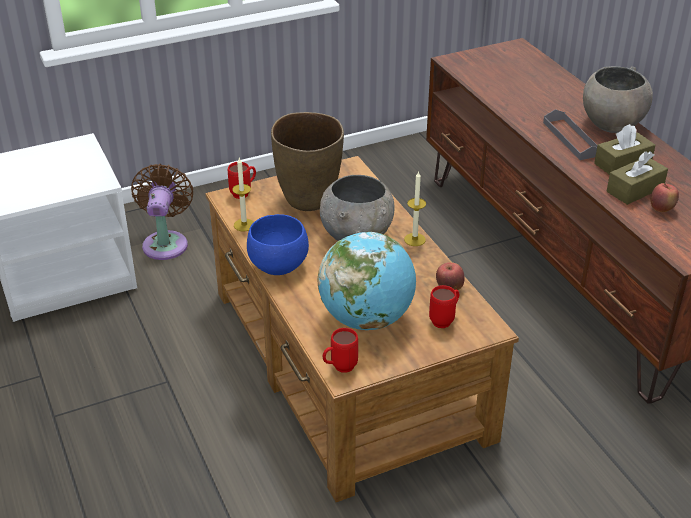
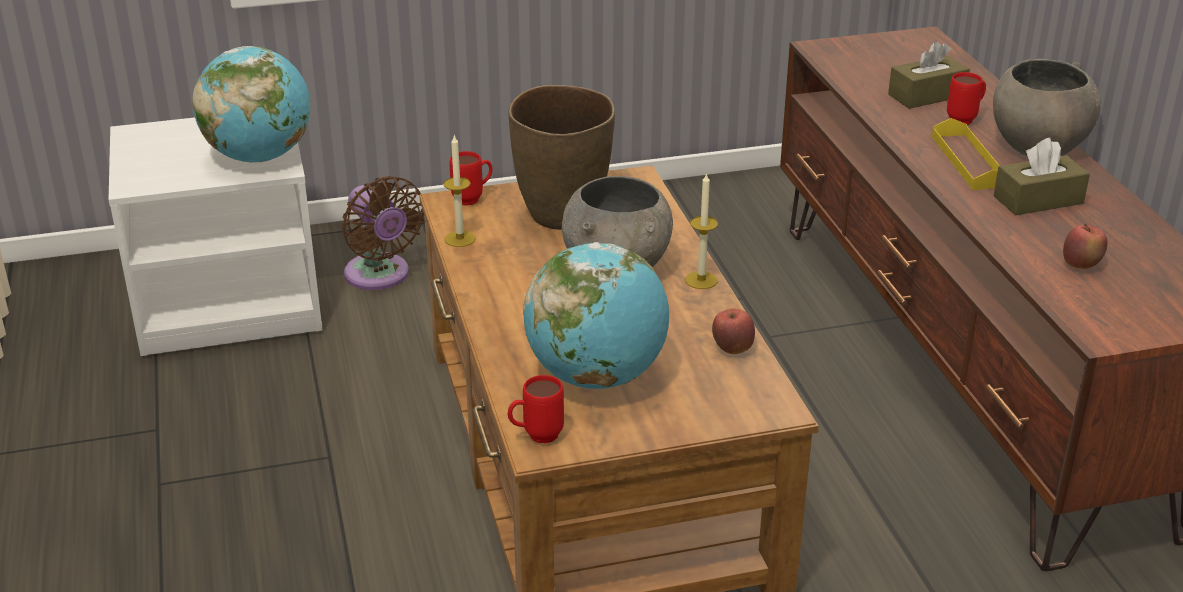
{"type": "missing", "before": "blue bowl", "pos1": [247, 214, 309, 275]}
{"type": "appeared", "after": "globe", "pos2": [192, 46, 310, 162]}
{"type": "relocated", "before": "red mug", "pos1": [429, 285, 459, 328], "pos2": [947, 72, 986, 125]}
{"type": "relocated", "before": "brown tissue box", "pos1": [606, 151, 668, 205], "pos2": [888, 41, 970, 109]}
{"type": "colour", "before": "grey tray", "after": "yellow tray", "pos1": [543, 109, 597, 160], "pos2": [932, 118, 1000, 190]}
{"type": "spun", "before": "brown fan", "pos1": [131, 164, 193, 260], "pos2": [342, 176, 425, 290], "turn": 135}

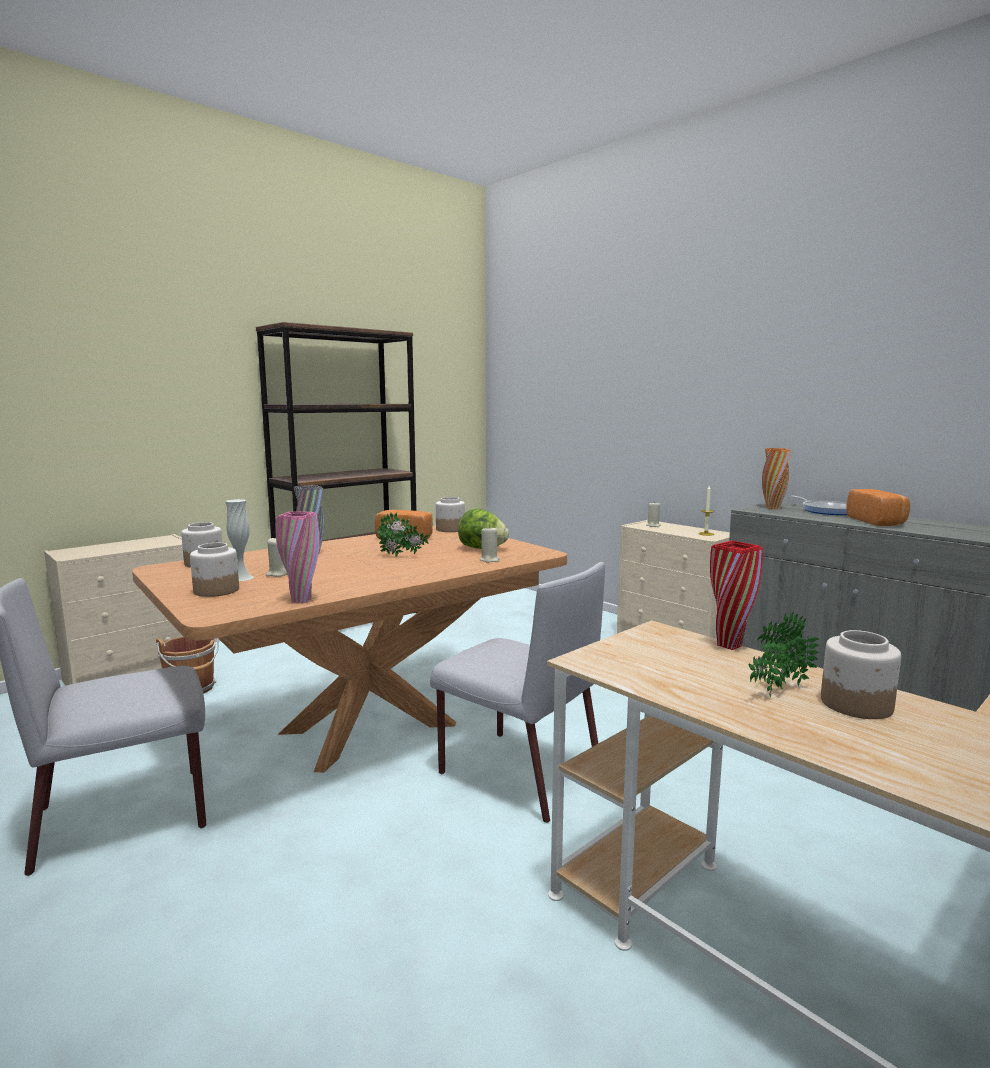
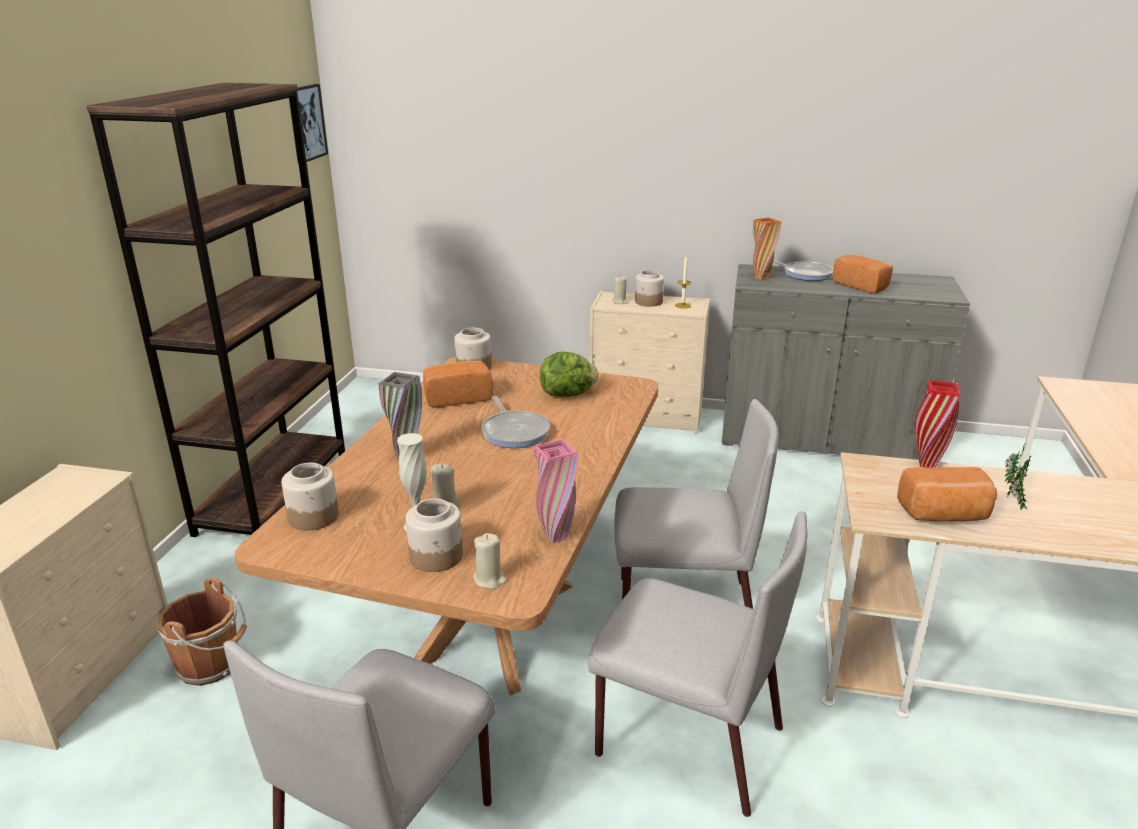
{"type": "appeared", "after": "picture", "pos2": [289, 84, 328, 162]}
{"type": "appeared", "after": "grey chair", "pos2": [588, 511, 808, 817]}
{"type": "appeared", "after": "bread", "pos2": [897, 467, 997, 521]}
{"type": "relocated", "before": "beige candle", "pos1": [480, 526, 500, 562], "pos2": [473, 533, 507, 589]}
{"type": "relocated", "before": "jar", "pos1": [821, 630, 901, 719], "pos2": [635, 270, 664, 307]}
{"type": "exchanged", "before": "potted plant", "after": "frying pan", "pos1": [377, 512, 429, 557], "pos2": [482, 396, 550, 448]}

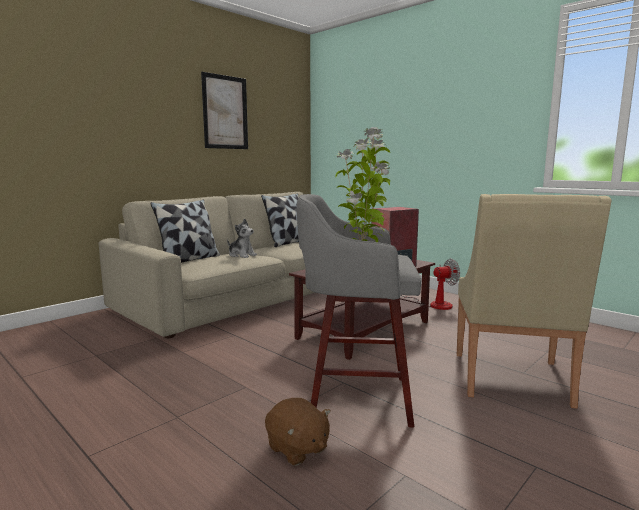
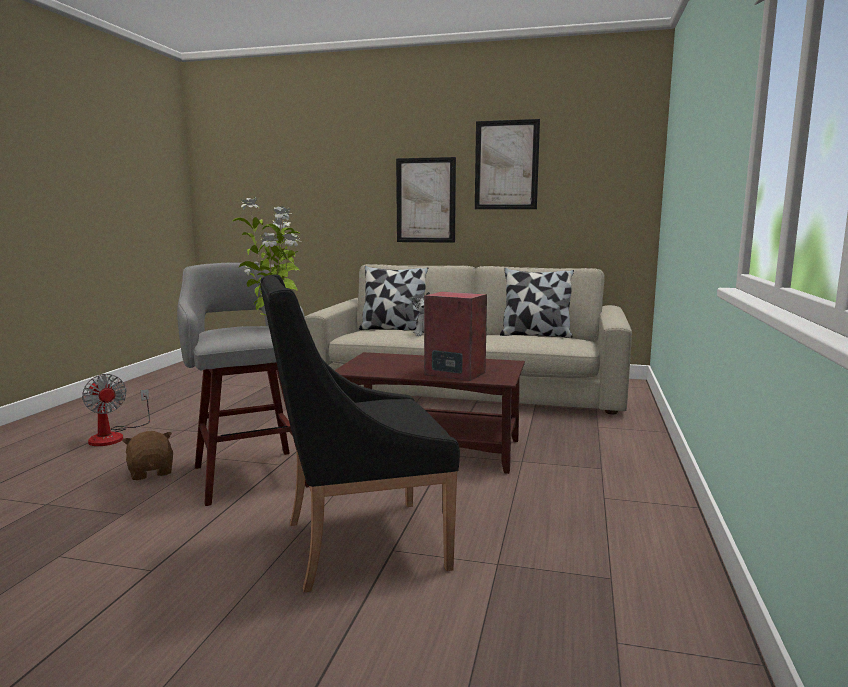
{"type": "appeared", "after": "picture", "pos2": [396, 157, 456, 243]}
{"type": "relocated", "before": "fan", "pos1": [401, 258, 460, 310], "pos2": [82, 374, 150, 446]}
{"type": "colour", "before": "beige armchair", "after": "black armchair", "pos1": [457, 194, 611, 409], "pos2": [261, 275, 460, 592]}
{"type": "spun", "before": "brown plush toy", "pos1": [265, 398, 331, 466], "pos2": [122, 431, 173, 480], "turn": 135}

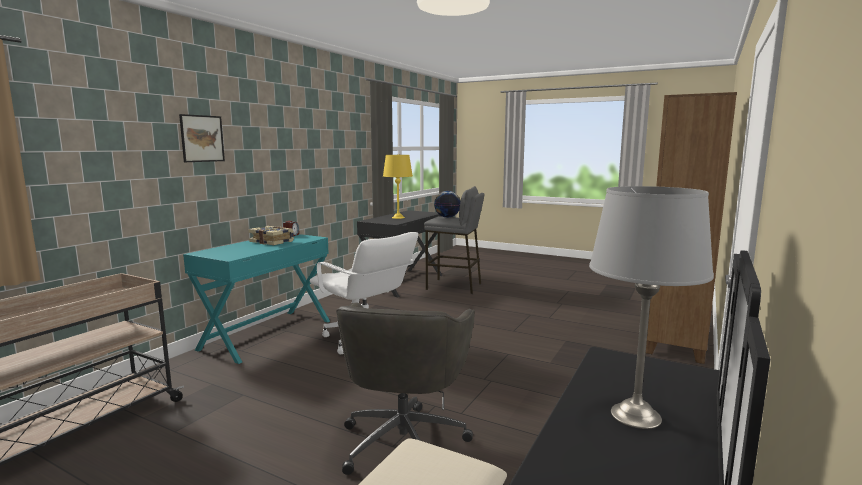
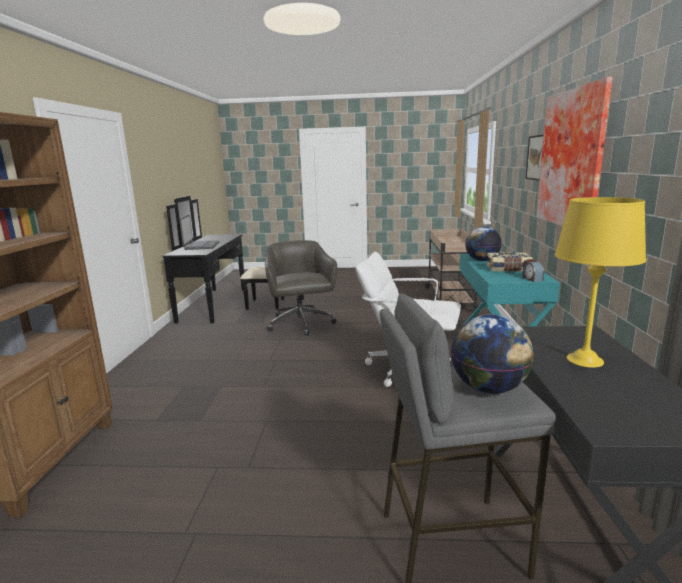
{"type": "appeared", "after": "globe", "pos2": [465, 226, 502, 261]}
{"type": "appeared", "after": "picture", "pos2": [536, 77, 613, 226]}
{"type": "exchanged", "before": "grey table lamp", "after": "laptop", "pos1": [589, 186, 714, 429], "pos2": [179, 215, 220, 250]}

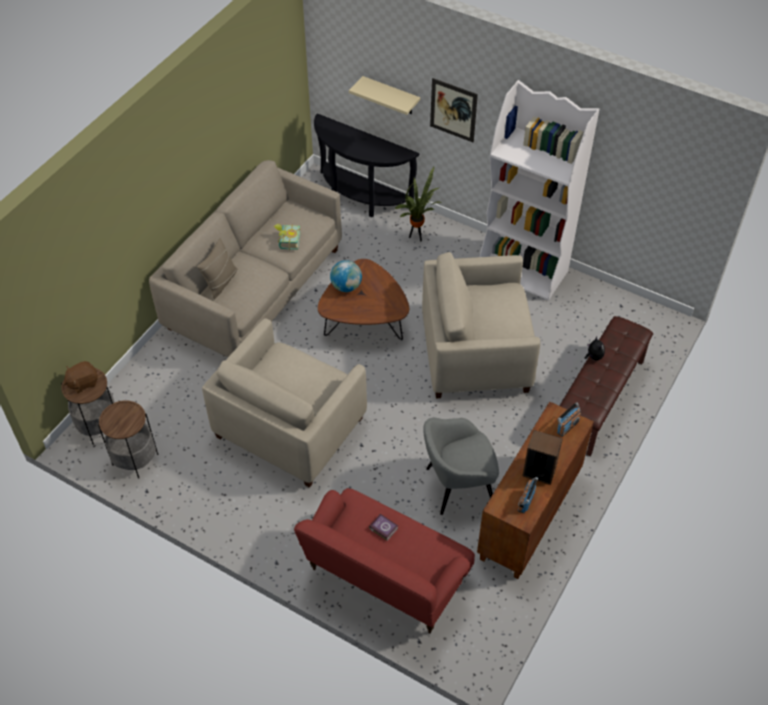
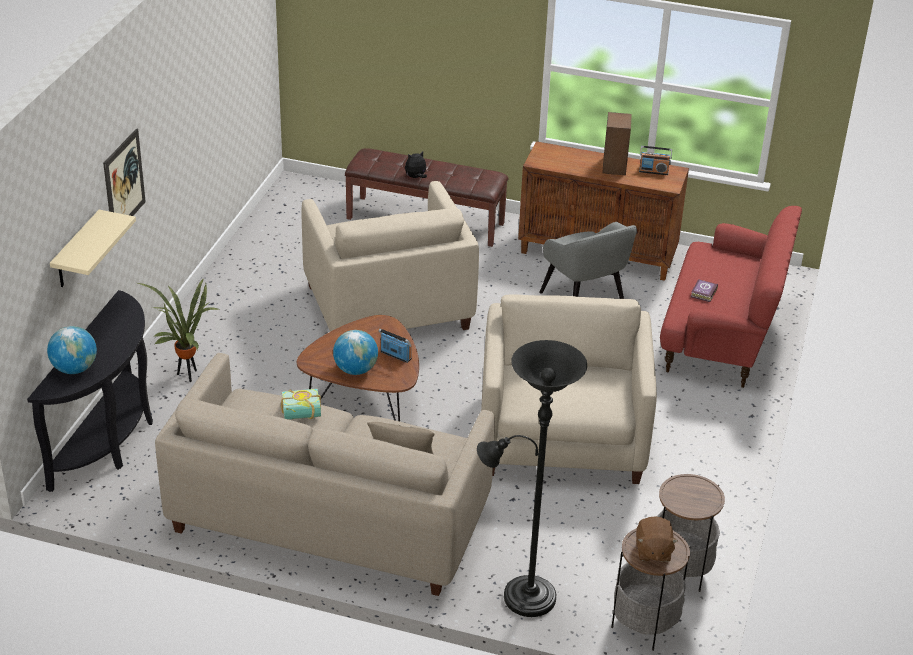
{"type": "missing", "before": "white bookcase", "pos1": [480, 80, 599, 300]}
{"type": "appeared", "after": "globe", "pos2": [47, 326, 97, 374]}
{"type": "appeared", "after": "black floor lamp", "pos2": [477, 340, 587, 617]}
{"type": "relocated", "before": "radio", "pos1": [557, 402, 581, 437], "pos2": [378, 329, 412, 363]}
{"type": "spun", "before": "brown plush toy", "pos1": [64, 361, 98, 393], "pos2": [636, 516, 678, 562], "turn": 45}
{"type": "spun", "before": "beige armchair", "pos1": [202, 318, 367, 488], "pos2": [481, 295, 657, 484], "turn": -105}

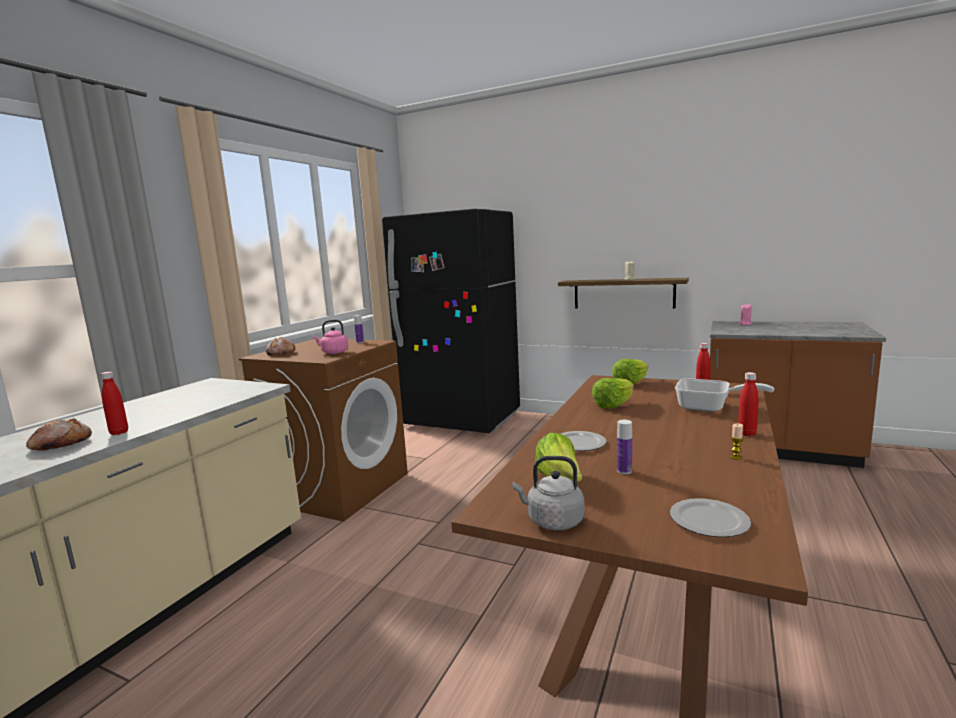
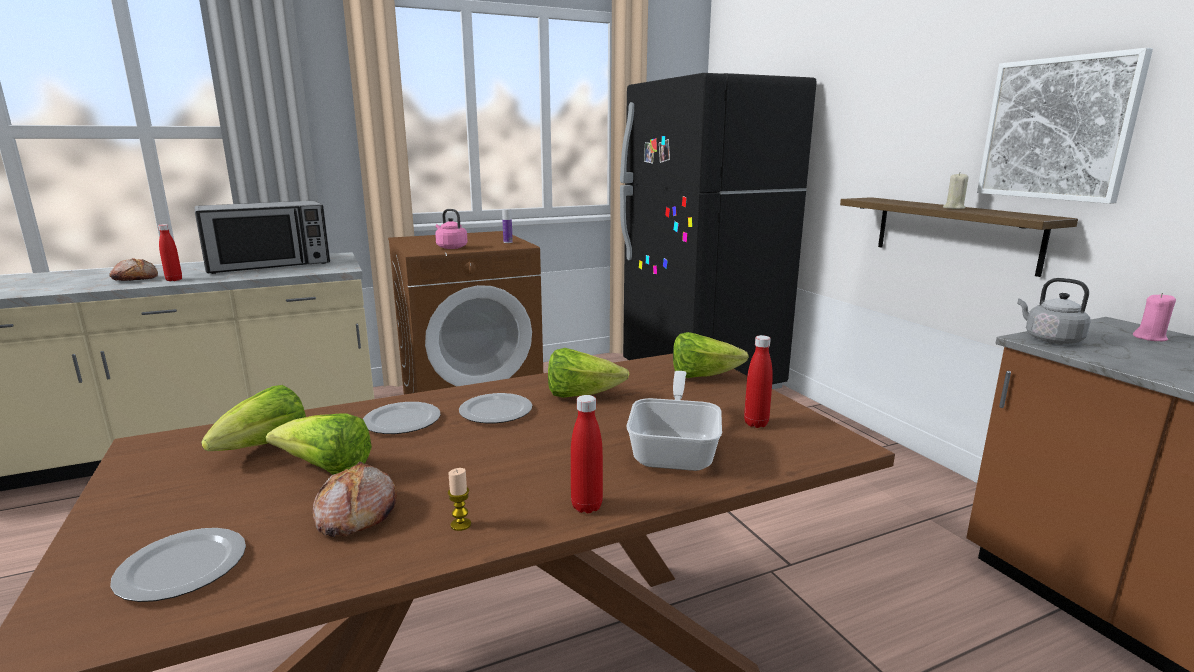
{"type": "appeared", "after": "microwave", "pos2": [195, 201, 330, 274]}
{"type": "appeared", "after": "plate", "pos2": [459, 393, 532, 423]}
{"type": "appeared", "after": "picture", "pos2": [977, 48, 1153, 204]}
{"type": "relocated", "before": "bread", "pos1": [266, 337, 295, 356], "pos2": [313, 461, 397, 537]}
{"type": "relocated", "before": "grey kettle", "pos1": [512, 456, 585, 530], "pos2": [1017, 278, 1091, 344]}
{"type": "exchanged", "before": "bottle", "after": "lettuce", "pos1": [617, 420, 632, 474], "pos2": [266, 414, 372, 475]}
{"type": "spun", "before": "frying pan", "pos1": [675, 378, 774, 412], "pos2": [626, 371, 722, 471], "turn": -150}

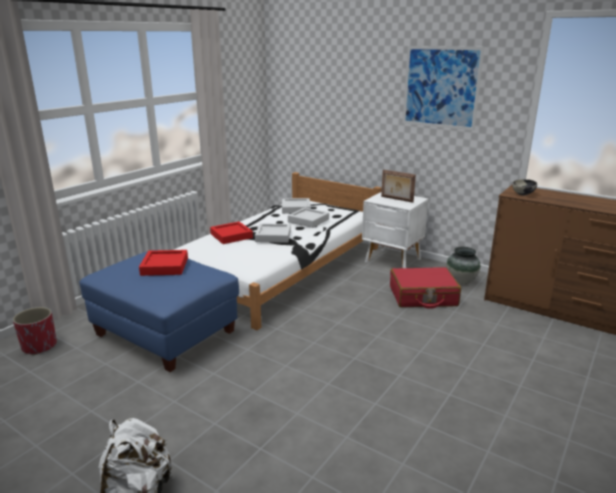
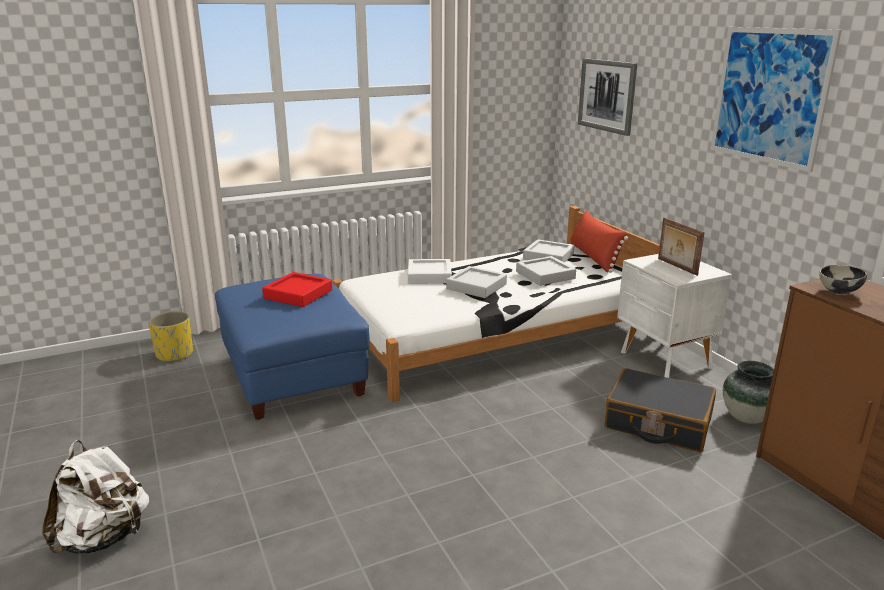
{"type": "appeared", "after": "red pillow", "pos2": [570, 210, 628, 273]}
{"type": "appeared", "after": "picture", "pos2": [578, 58, 637, 136]}
{"type": "colour", "before": "red planter", "after": "yellow planter", "pos1": [13, 307, 57, 355], "pos2": [148, 311, 193, 362]}
{"type": "colour", "before": "red tray", "after": "white tray", "pos1": [210, 222, 253, 244], "pos2": [408, 259, 452, 284]}
{"type": "colour", "before": "red suitcase", "after": "black suitcase", "pos1": [390, 267, 461, 309], "pos2": [605, 368, 716, 452]}

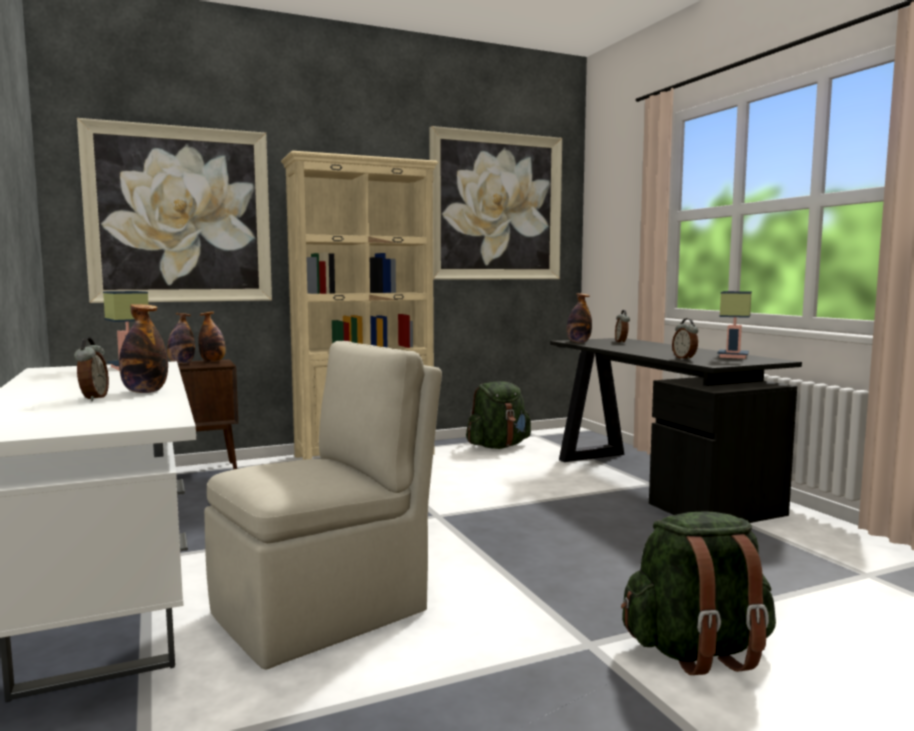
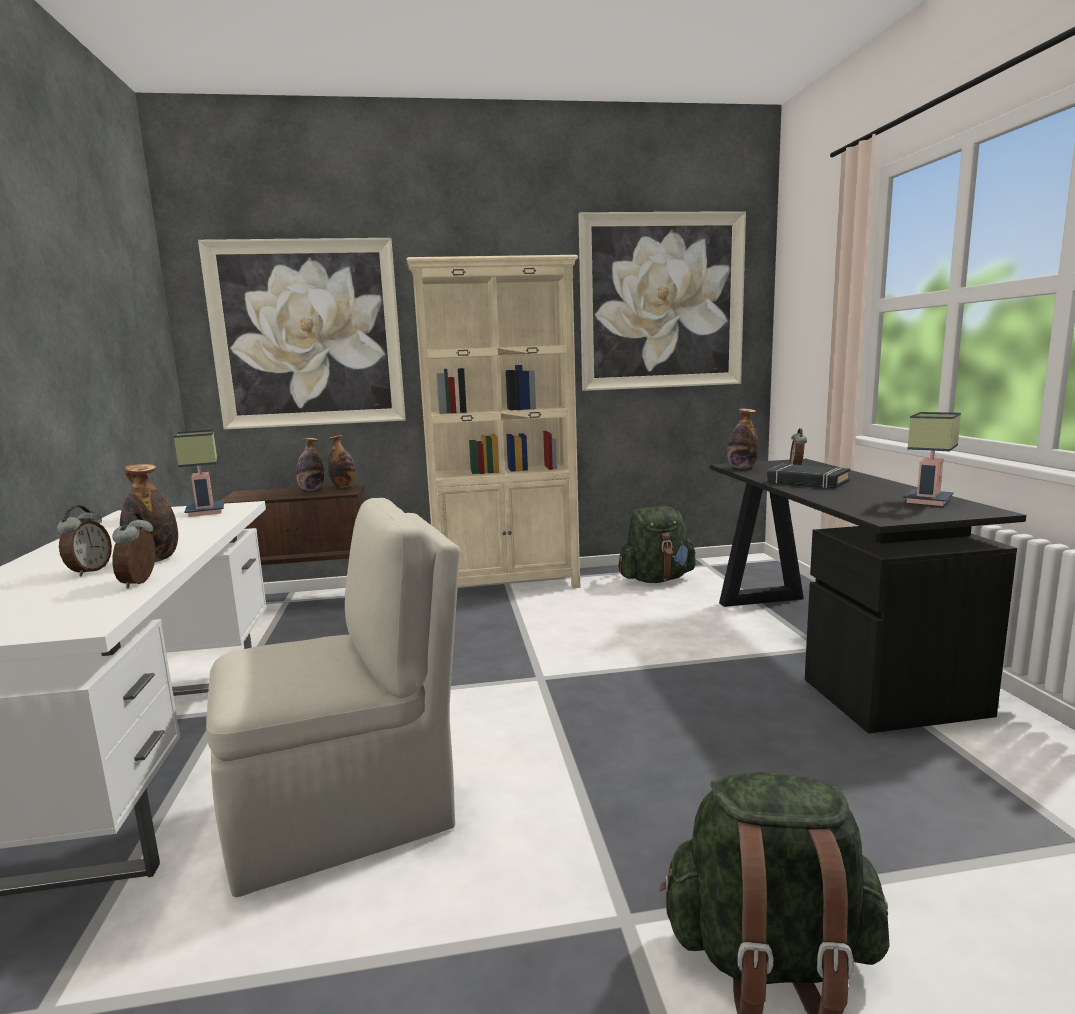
{"type": "appeared", "after": "black book", "pos2": [767, 464, 850, 488]}
{"type": "relocated", "before": "alarm clock", "pos1": [672, 318, 698, 360], "pos2": [112, 512, 156, 588]}

